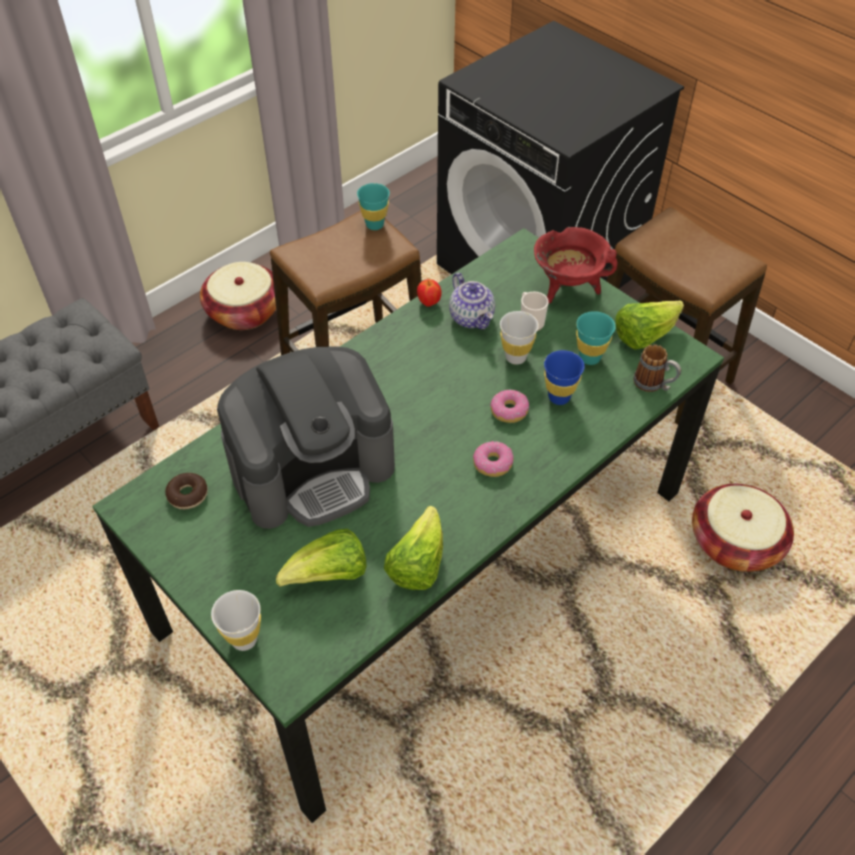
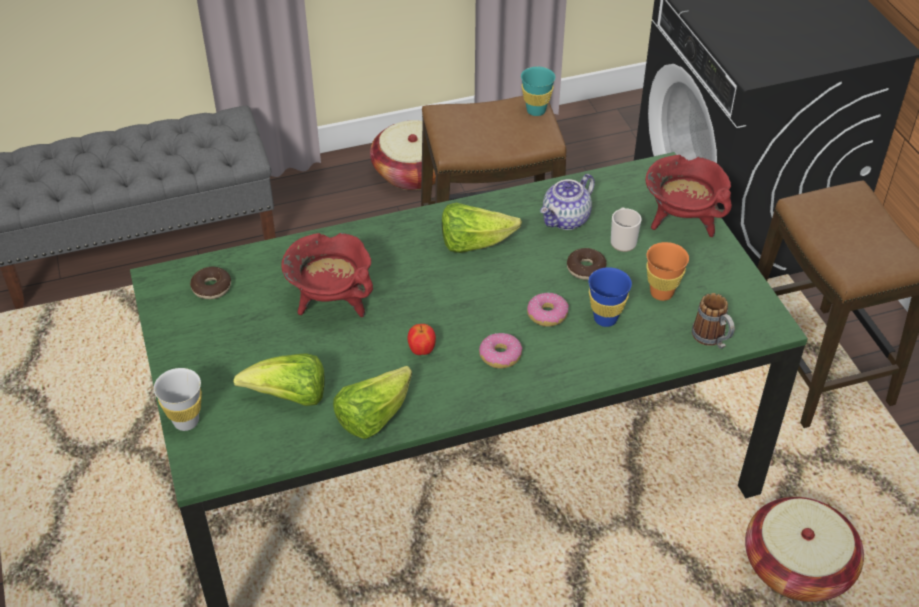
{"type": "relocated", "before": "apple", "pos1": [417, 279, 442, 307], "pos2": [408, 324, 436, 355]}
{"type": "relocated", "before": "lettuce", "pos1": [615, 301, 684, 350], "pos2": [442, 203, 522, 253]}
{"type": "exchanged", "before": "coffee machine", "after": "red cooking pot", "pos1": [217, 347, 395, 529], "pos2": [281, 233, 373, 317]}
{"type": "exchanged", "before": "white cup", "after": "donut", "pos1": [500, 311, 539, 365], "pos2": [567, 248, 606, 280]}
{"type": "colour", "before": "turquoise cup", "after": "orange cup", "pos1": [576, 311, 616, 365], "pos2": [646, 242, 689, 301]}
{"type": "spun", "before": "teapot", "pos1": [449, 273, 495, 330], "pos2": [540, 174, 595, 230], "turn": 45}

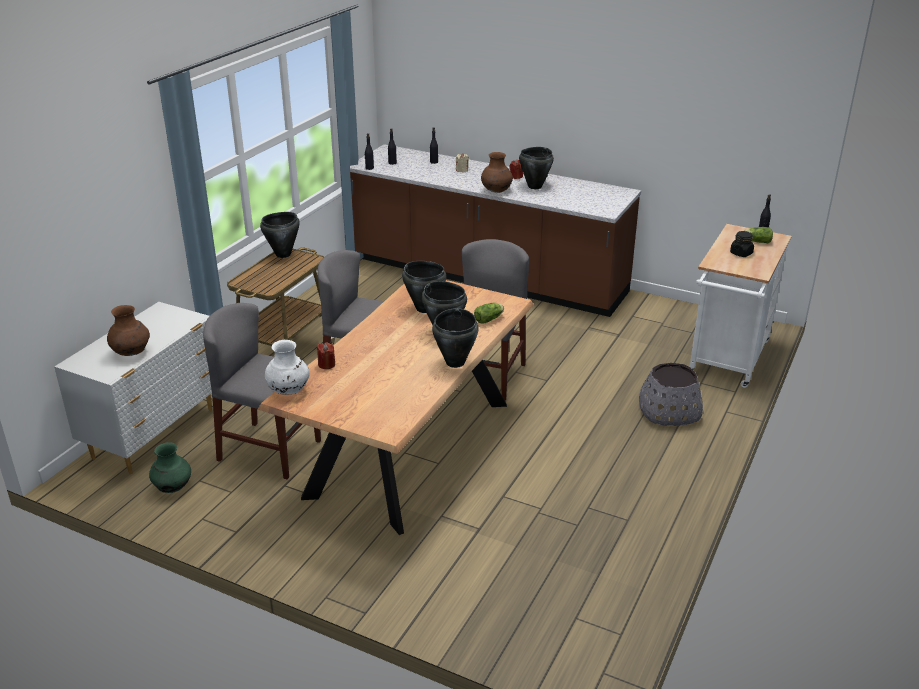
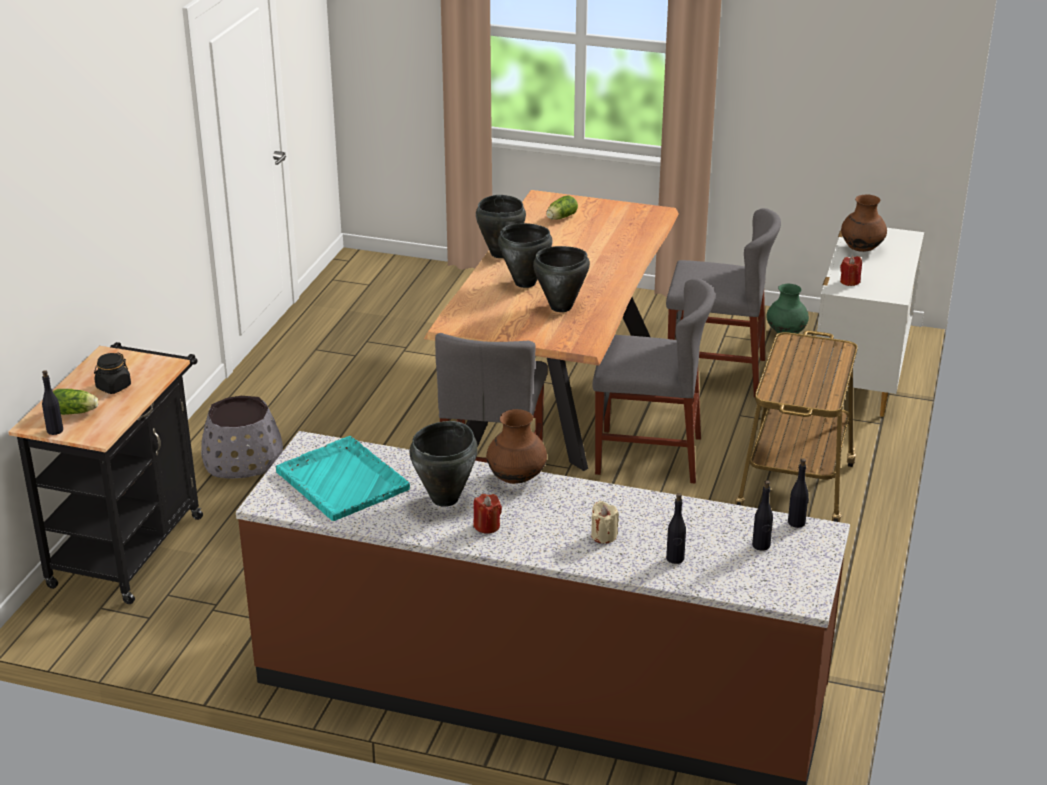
{"type": "missing", "before": "black cooking pot", "pos1": [260, 212, 300, 258]}
{"type": "missing", "before": "white vase", "pos1": [265, 340, 310, 395]}
{"type": "appeared", "after": "turquoise tray", "pos2": [276, 436, 410, 521]}
{"type": "relocated", "before": "red candle", "pos1": [317, 343, 335, 369], "pos2": [840, 256, 862, 286]}
{"type": "relocated", "before": "lettuce", "pos1": [474, 303, 504, 324], "pos2": [546, 195, 578, 220]}
{"type": "colour", "before": "white cart", "after": "black cart", "pos1": [690, 224, 792, 388], "pos2": [8, 342, 203, 604]}

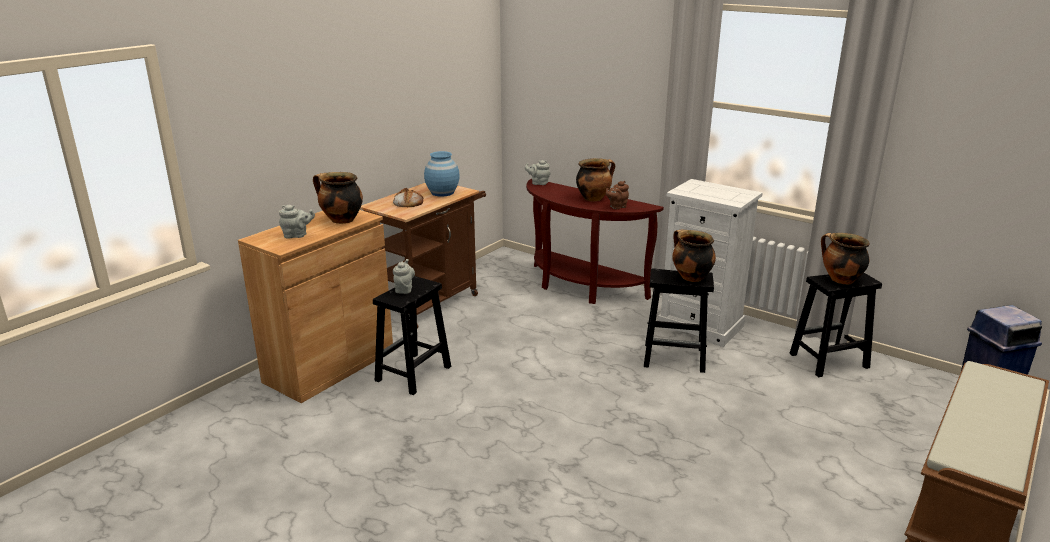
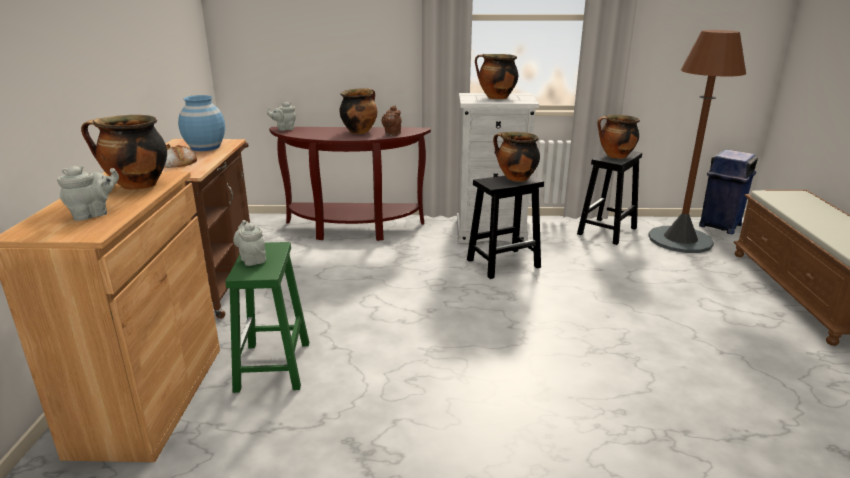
{"type": "appeared", "after": "cooking pot", "pos2": [475, 54, 518, 99]}
{"type": "appeared", "after": "brown floor lamp", "pos2": [648, 30, 746, 253]}
{"type": "colour", "before": "black stool", "after": "green stool", "pos1": [373, 276, 451, 395], "pos2": [225, 242, 309, 393]}

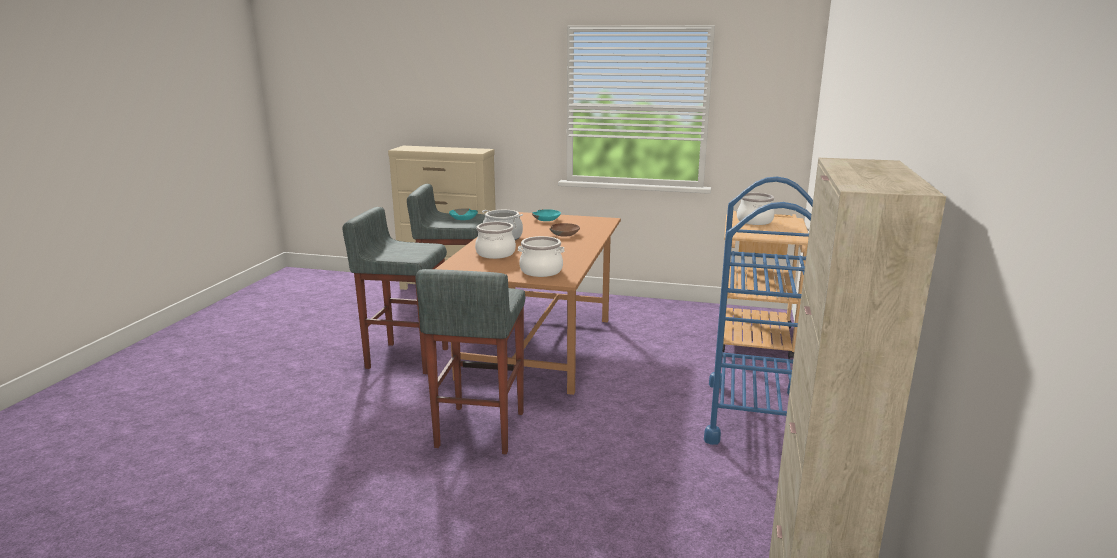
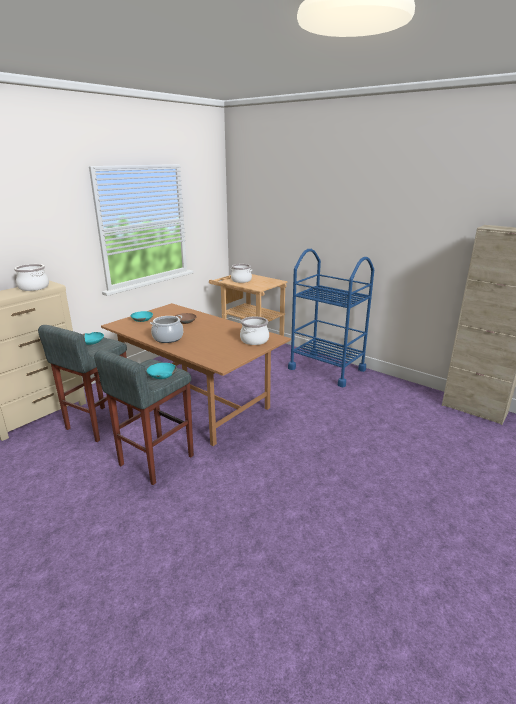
{"type": "missing", "before": "grey stool", "pos1": [415, 269, 525, 454]}
{"type": "appeared", "after": "turquoise bowl", "pos2": [147, 363, 177, 379]}
{"type": "relocated", "before": "cooking pot", "pos1": [475, 222, 516, 259], "pos2": [14, 264, 49, 291]}

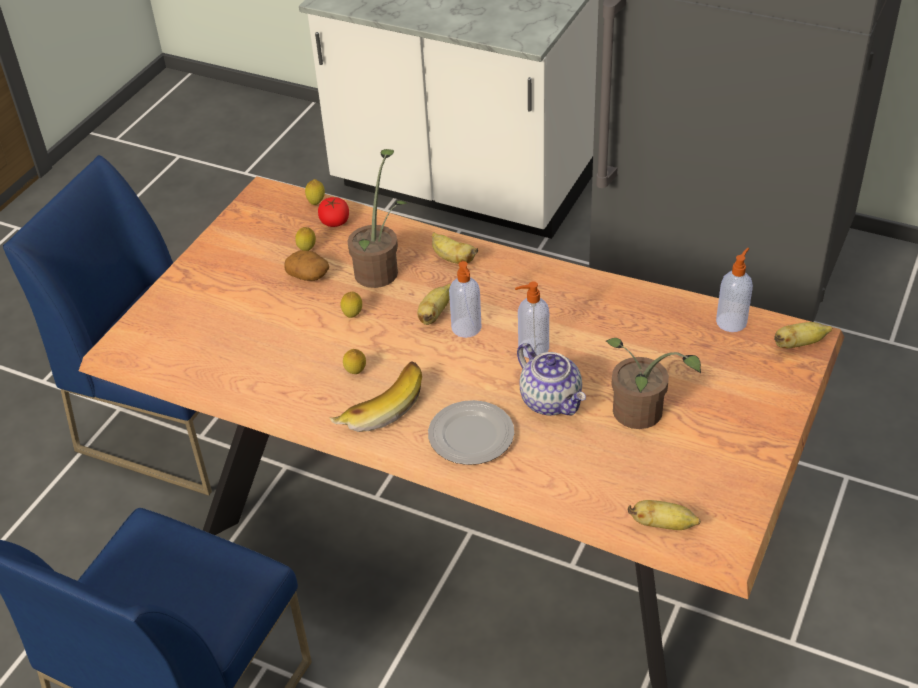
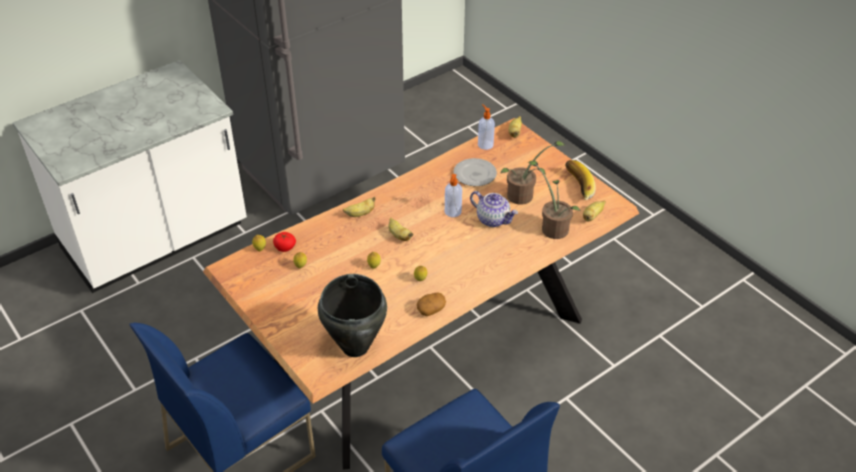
{"type": "missing", "before": "soap dispenser", "pos1": [449, 261, 482, 338]}
{"type": "appeared", "after": "black cooking pot", "pos2": [318, 274, 387, 357]}
{"type": "relocated", "before": "potato", "pos1": [284, 250, 329, 281], "pos2": [417, 293, 446, 316]}
{"type": "relocated", "before": "banana", "pos1": [329, 361, 422, 432], "pos2": [565, 160, 596, 200]}
{"type": "relocated", "before": "potted plant", "pos1": [347, 149, 408, 288], "pos2": [528, 160, 581, 239]}
{"type": "relocated", "before": "plate", "pos1": [428, 400, 514, 465], "pos2": [453, 158, 497, 186]}
{"type": "spun", "before": "teapot", "pos1": [517, 343, 586, 416], "pos2": [470, 191, 518, 227], "turn": 45}

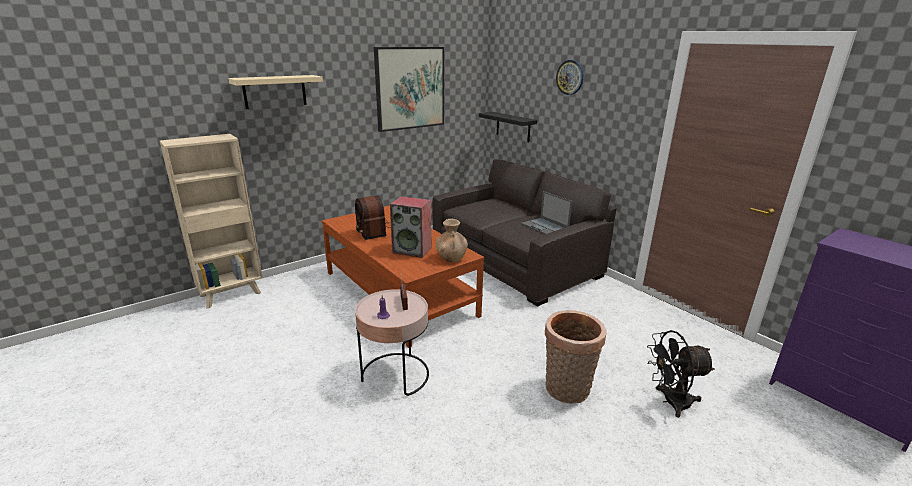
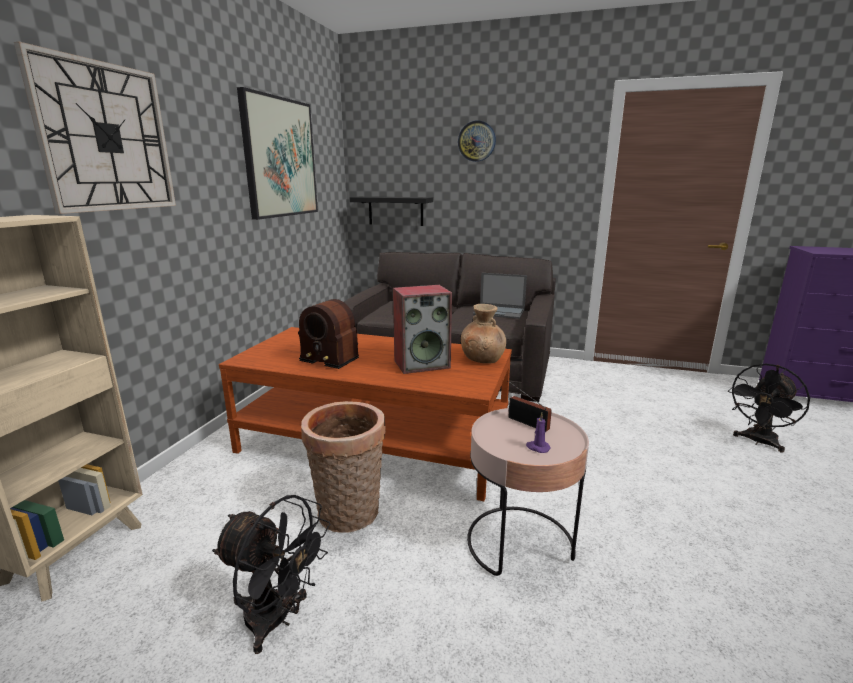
{"type": "appeared", "after": "black fan", "pos2": [212, 495, 330, 654]}
{"type": "relocated", "before": "basket", "pos1": [545, 310, 607, 404], "pos2": [301, 401, 386, 533]}
{"type": "exchanged", "before": "beige shelf", "after": "wall clock", "pos1": [229, 75, 323, 109], "pos2": [14, 42, 176, 214]}

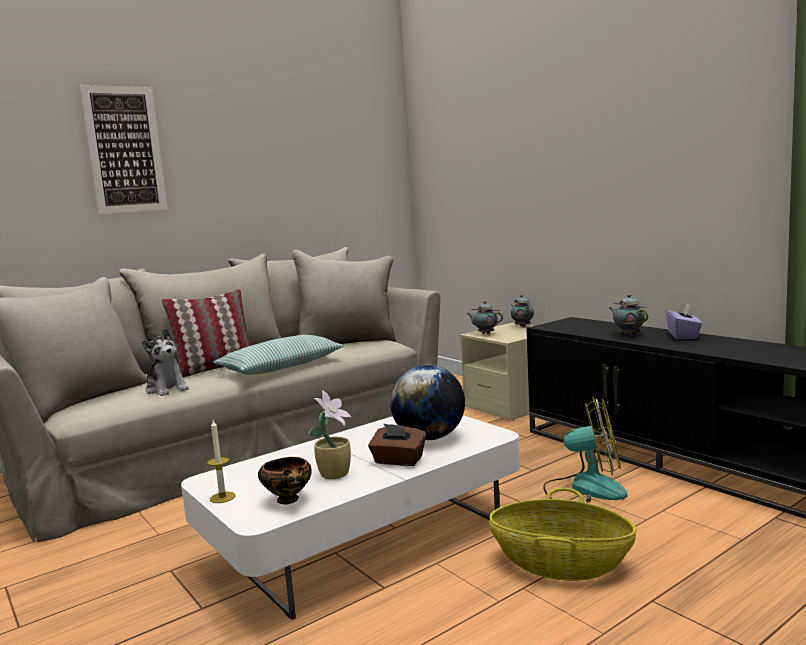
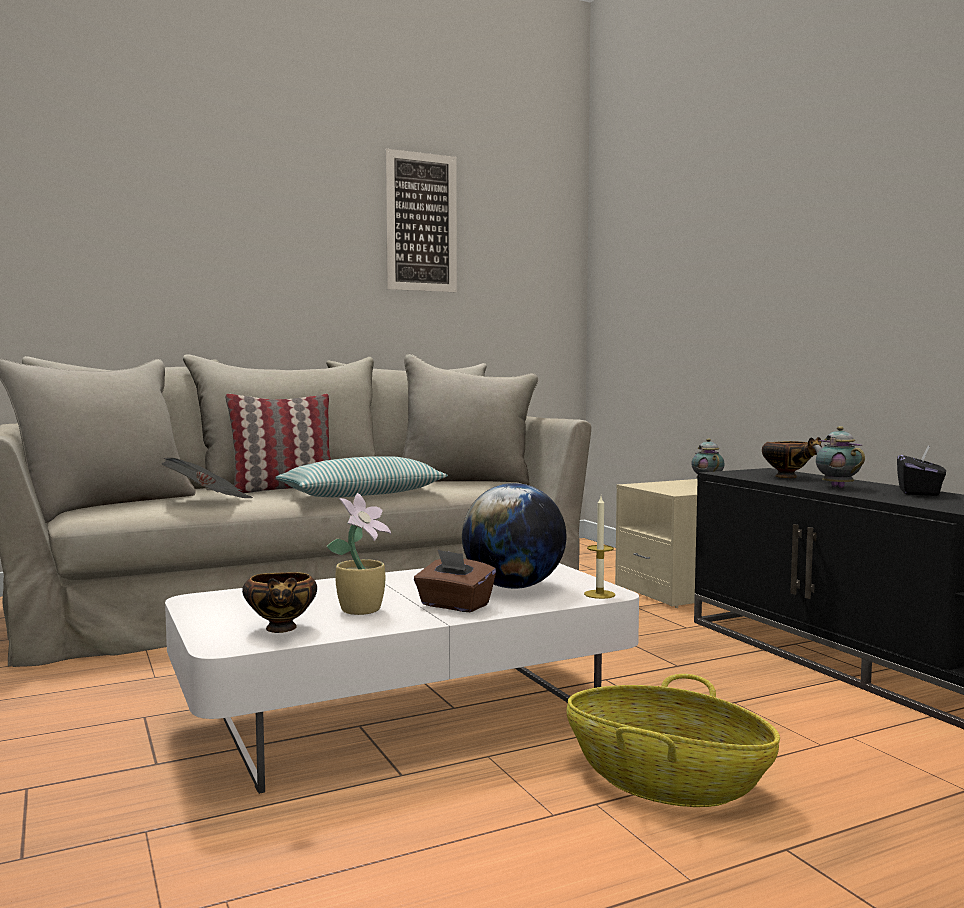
{"type": "missing", "before": "teapot", "pos1": [467, 301, 503, 334]}
{"type": "missing", "before": "fan", "pos1": [543, 397, 627, 503]}
{"type": "appeared", "after": "bowl", "pos2": [762, 437, 822, 478]}
{"type": "relocated", "before": "picture", "pos1": [79, 85, 168, 214], "pos2": [385, 149, 457, 292]}
{"type": "relocated", "before": "candle", "pos1": [207, 420, 236, 503], "pos2": [584, 496, 615, 599]}
{"type": "exchanged", "before": "plush toy", "after": "newspaper", "pos1": [142, 328, 189, 396], "pos2": [162, 458, 253, 498]}
{"type": "colour", "before": "purple tissue box", "after": "black tissue box", "pos1": [666, 304, 702, 339], "pos2": [897, 444, 946, 496]}

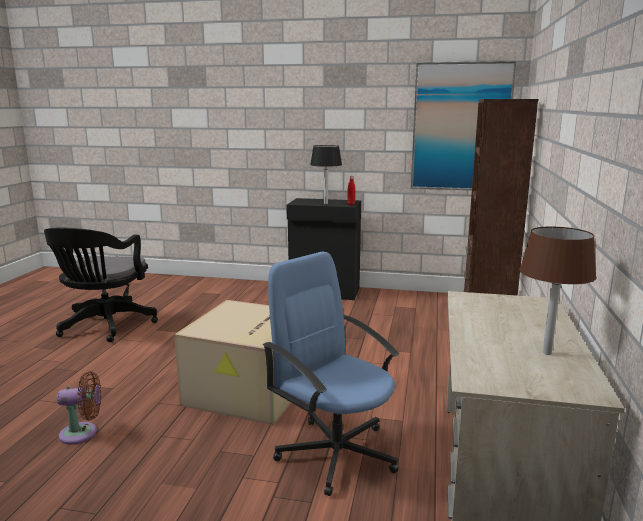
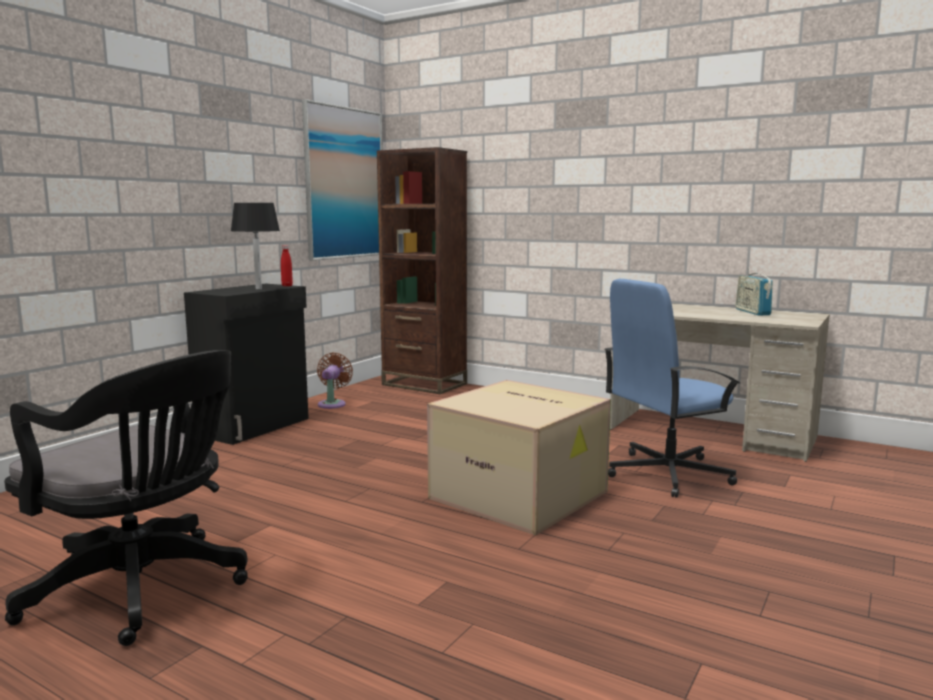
{"type": "relocated", "before": "brown fan", "pos1": [57, 371, 101, 445], "pos2": [317, 352, 353, 409]}
{"type": "exchanged", "before": "brown table lamp", "after": "radio", "pos1": [520, 227, 597, 355], "pos2": [735, 268, 773, 315]}

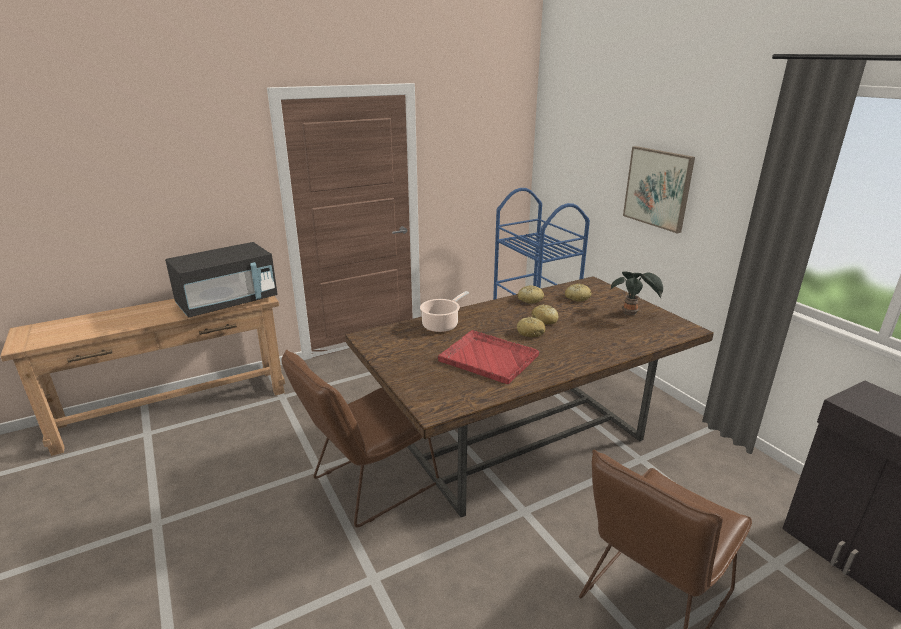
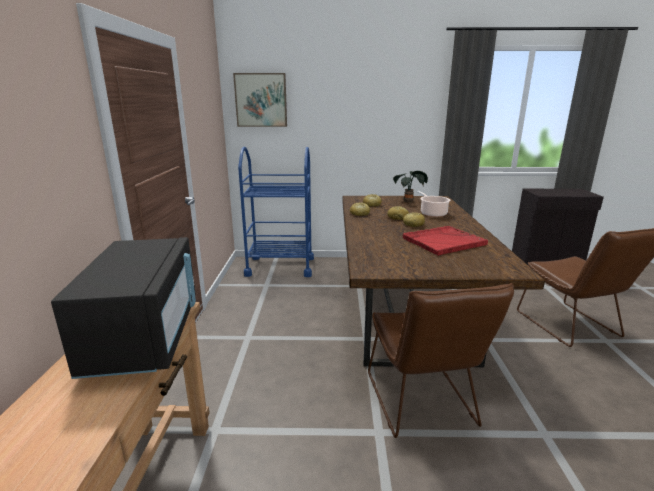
{"type": "relocated", "before": "cooking pot", "pos1": [420, 291, 469, 332], "pos2": [417, 191, 450, 217]}
{"type": "relocated", "before": "picture", "pos1": [623, 146, 695, 234], "pos2": [233, 73, 287, 127]}

